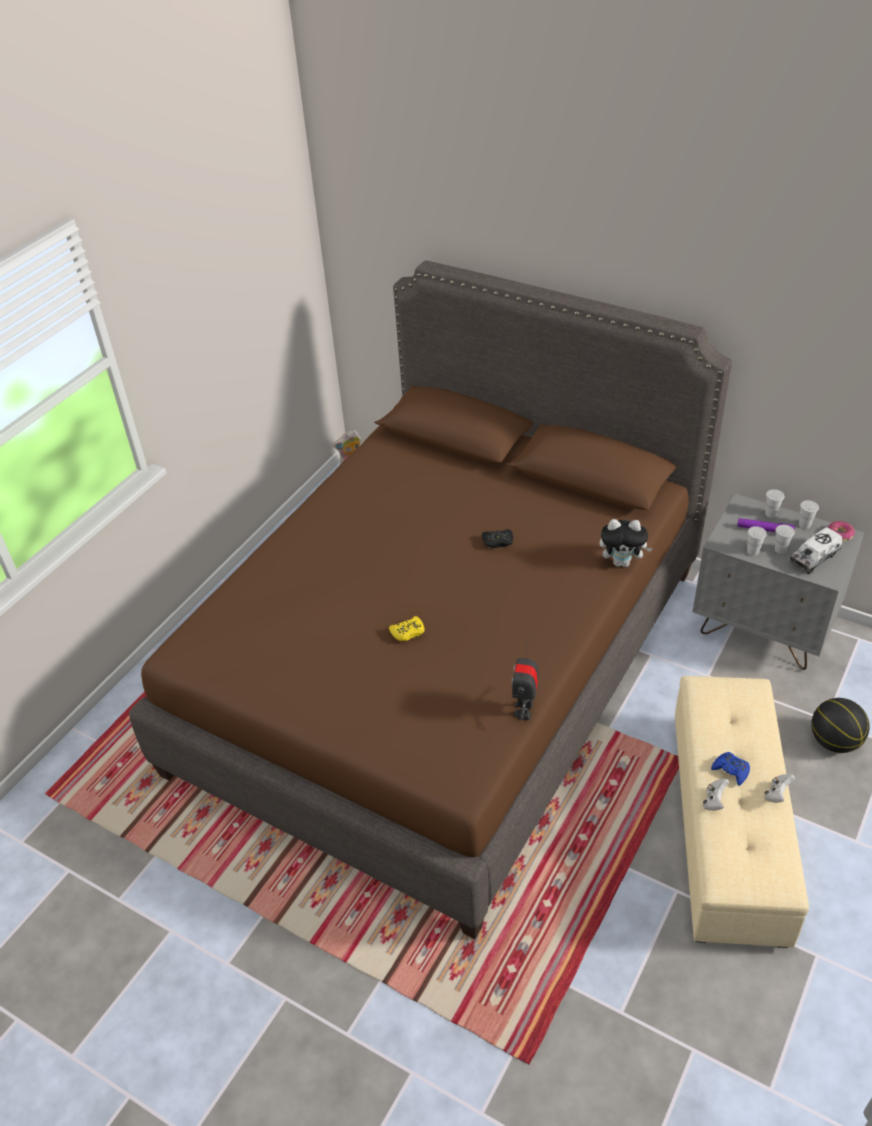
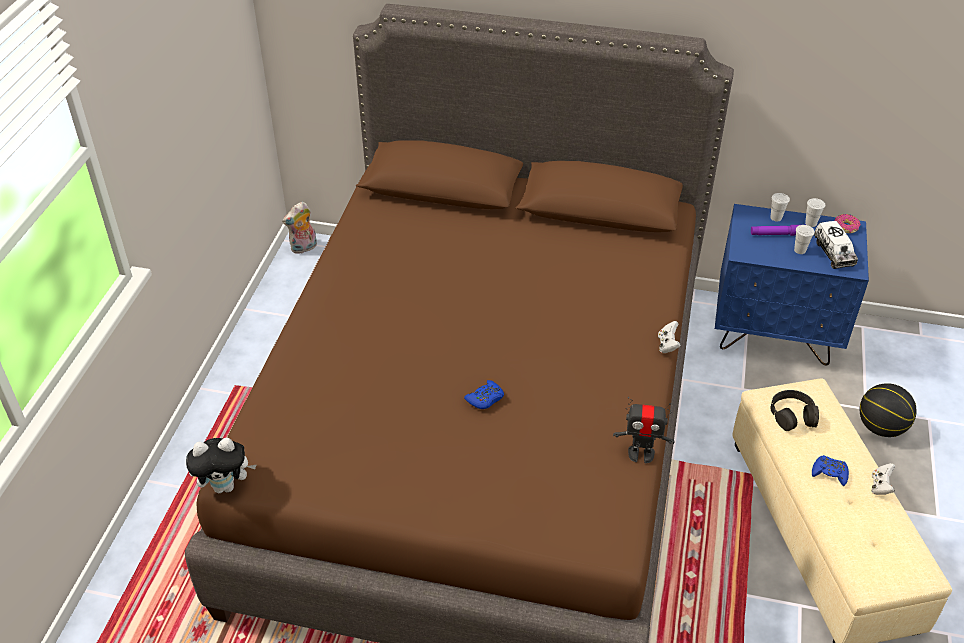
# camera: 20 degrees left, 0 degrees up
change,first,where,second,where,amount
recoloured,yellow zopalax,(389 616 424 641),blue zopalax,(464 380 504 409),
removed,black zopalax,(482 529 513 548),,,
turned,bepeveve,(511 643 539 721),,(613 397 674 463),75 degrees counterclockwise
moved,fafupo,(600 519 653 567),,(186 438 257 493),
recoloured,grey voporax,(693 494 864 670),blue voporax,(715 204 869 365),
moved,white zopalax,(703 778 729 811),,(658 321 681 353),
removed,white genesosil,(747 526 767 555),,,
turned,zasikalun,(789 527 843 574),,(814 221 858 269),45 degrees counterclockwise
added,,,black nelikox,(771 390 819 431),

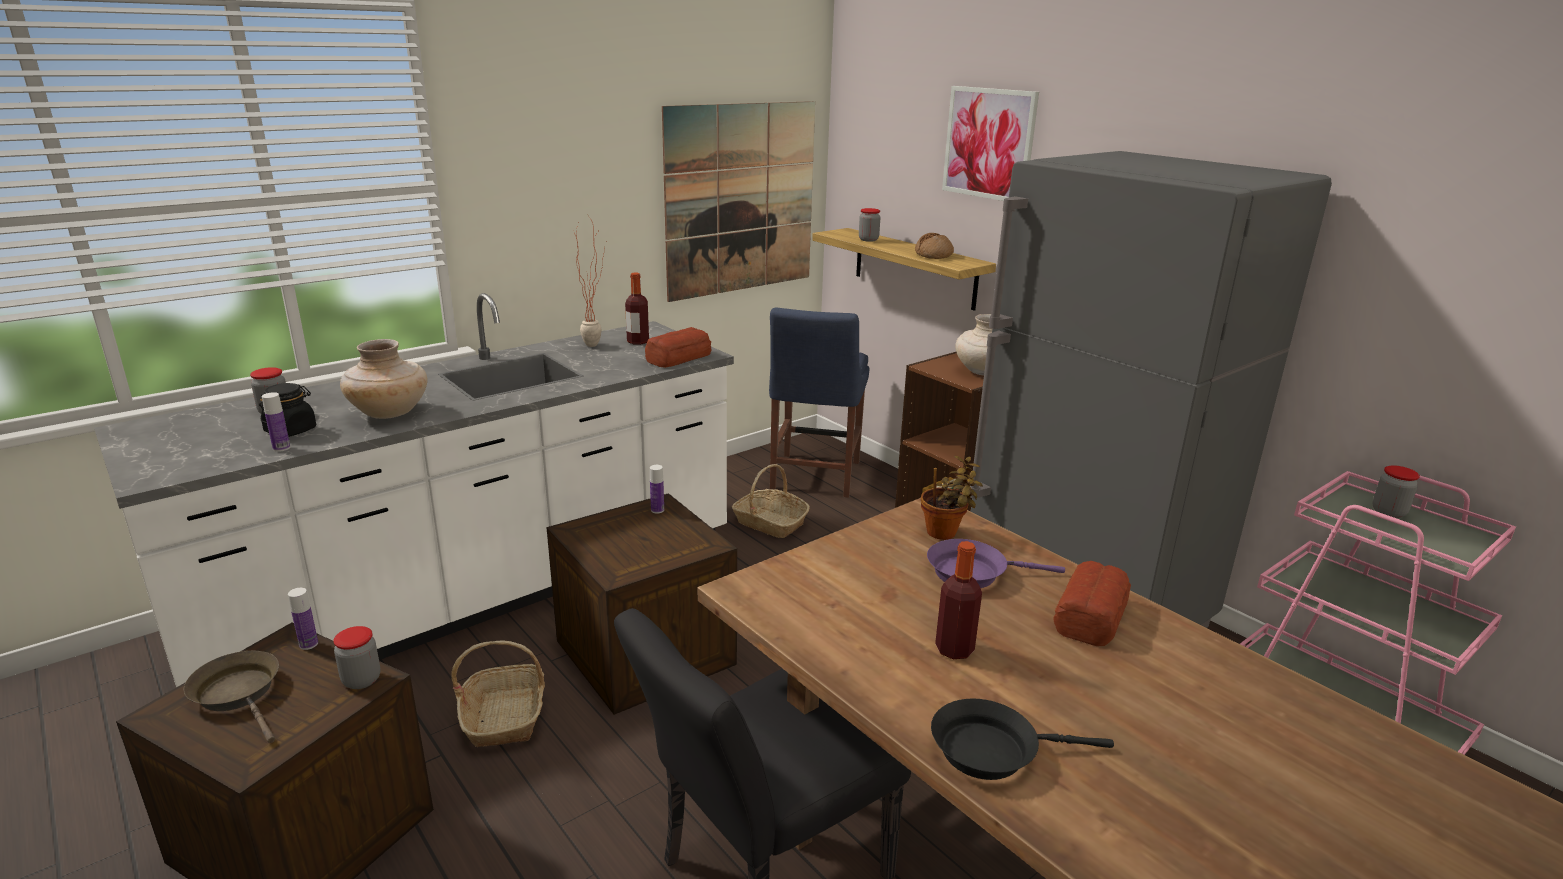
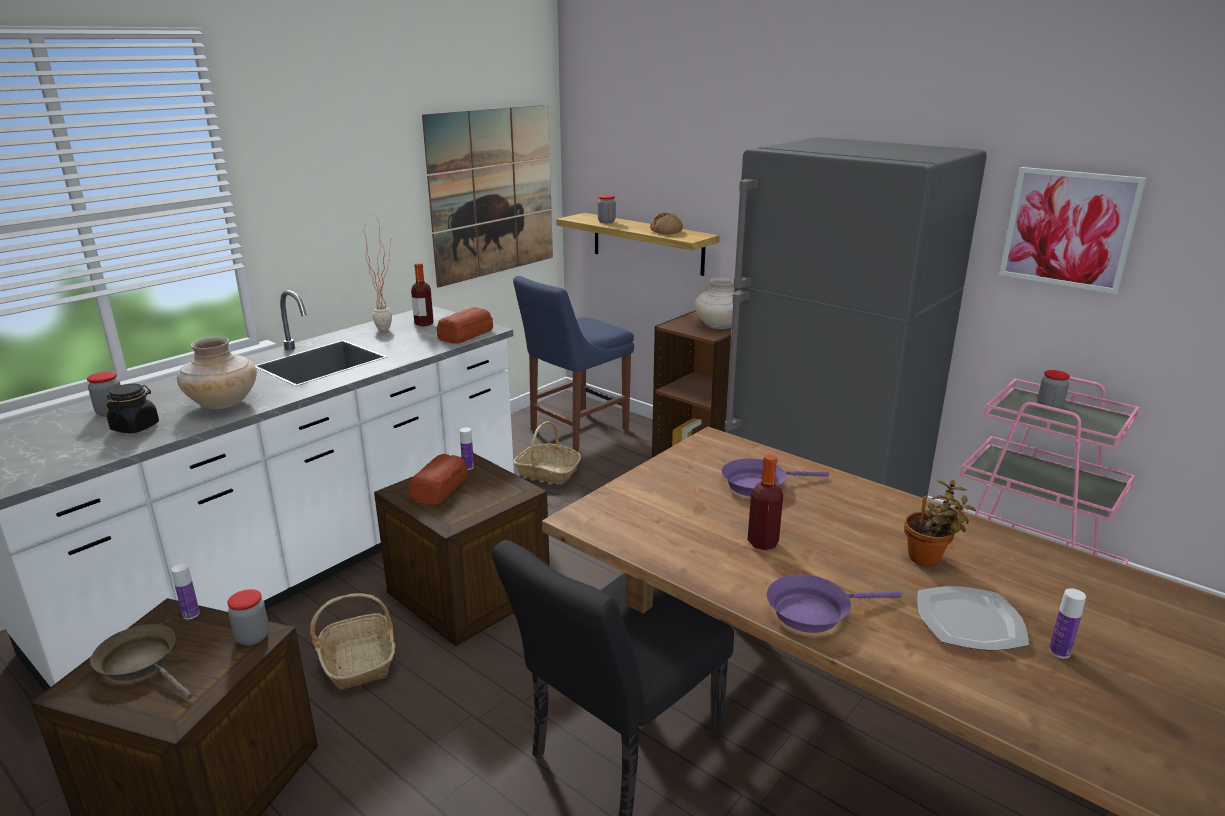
# camera: 10 degrees left, 0 degrees up
change,first,where,second,where,amount
moved,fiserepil,(262 392 290 452),,(1049 588 1086 659),
turned,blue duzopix,(769 308 869 498),,(513 276 634 451),45 degrees clockwise
moved,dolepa,(921 456 983 540),,(904 480 976 566),
recoloured,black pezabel,(931 699 1114 780),purple pezabel,(766 575 902 633),
moved,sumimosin,(942 86 1039 201),,(999 167 1147 294),
moved,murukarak,(1053 561 1131 646),,(409 454 468 505),
added,,,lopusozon,(918 586 1029 650),

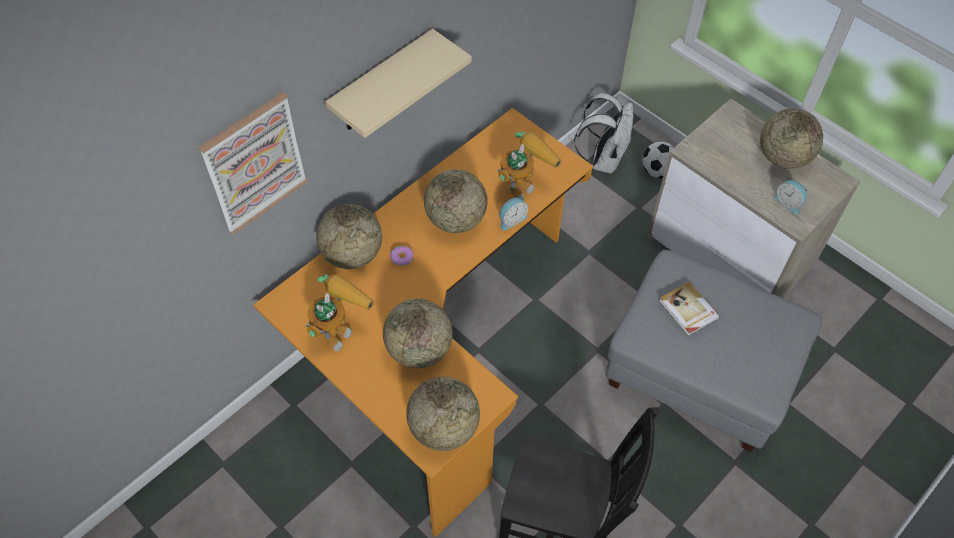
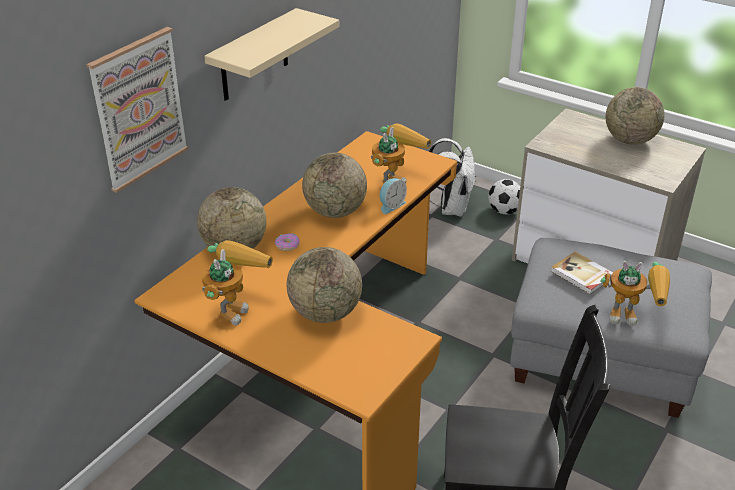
# camera: 10 degrees left, 20 degrees down
change,first,where,second,where,amount
removed,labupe,(406 377 480 451),,,
removed,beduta,(774 180 807 214),,,
added,,,bepeveve,(600 261 670 326),

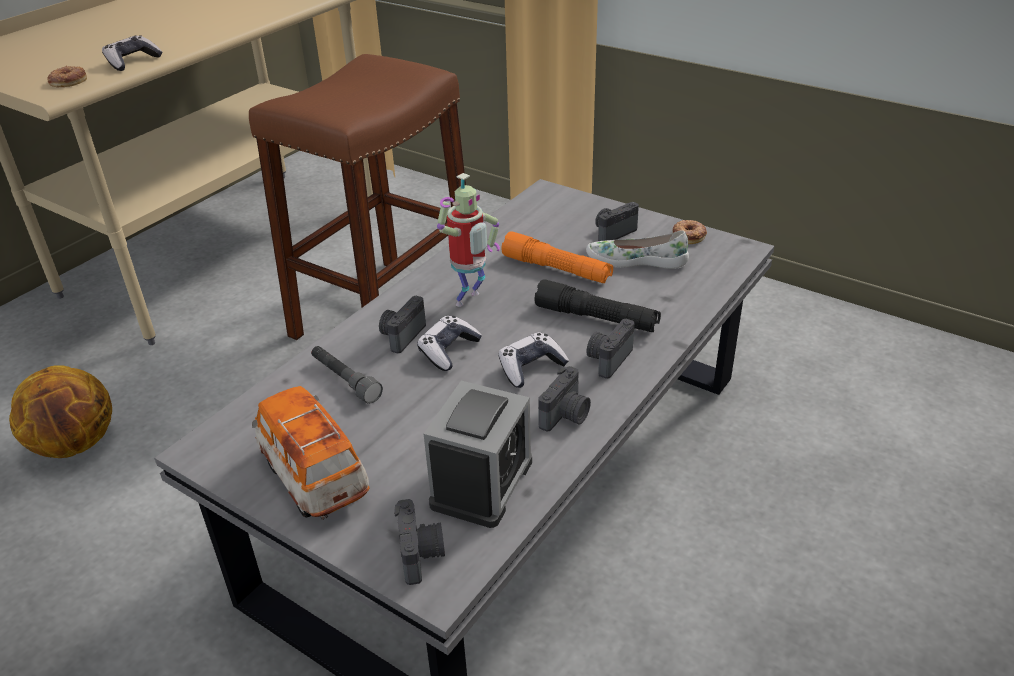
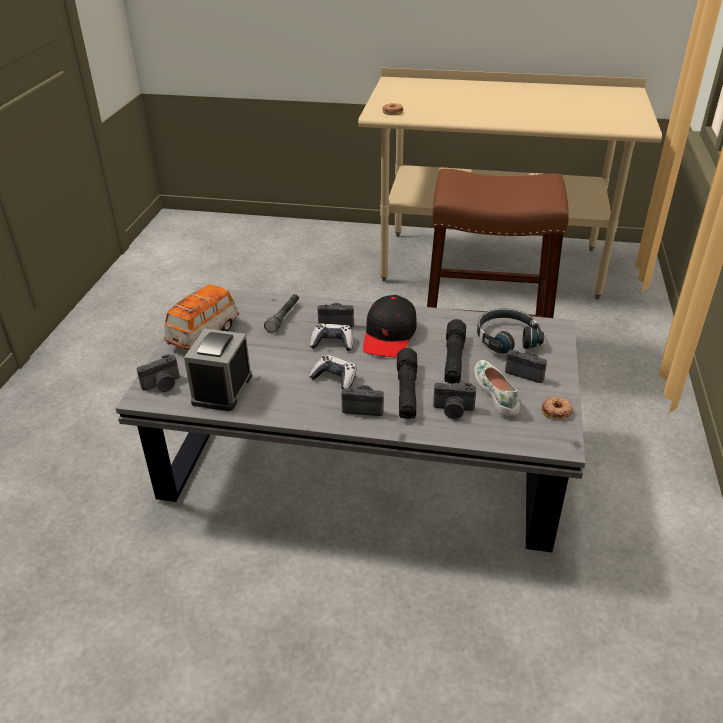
# camera: 65 degrees right, 0 degrees up
change,first,where,second,where,amount
removed,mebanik,(9 365 112 458),,,
removed,zopalax,(102 35 163 71),,,
turned,beduta,(424 381 532 528),,(184 328 252 411),105 degrees clockwise
replaced,bepeveve,(437 173 500 307),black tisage,(363 295 417 357),
recoloured,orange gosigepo,(501 231 613 283),black gosigepo,(444 319 466 384),
moved,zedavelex,(538 366 591 432),,(433 383 476 419),
added,,,black nelikox,(477 309 544 354),

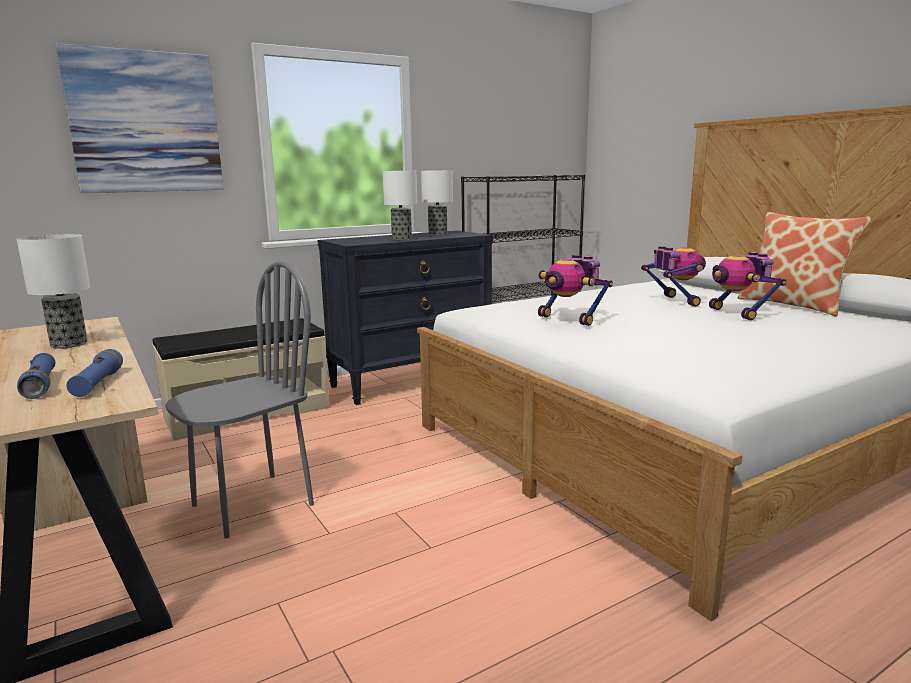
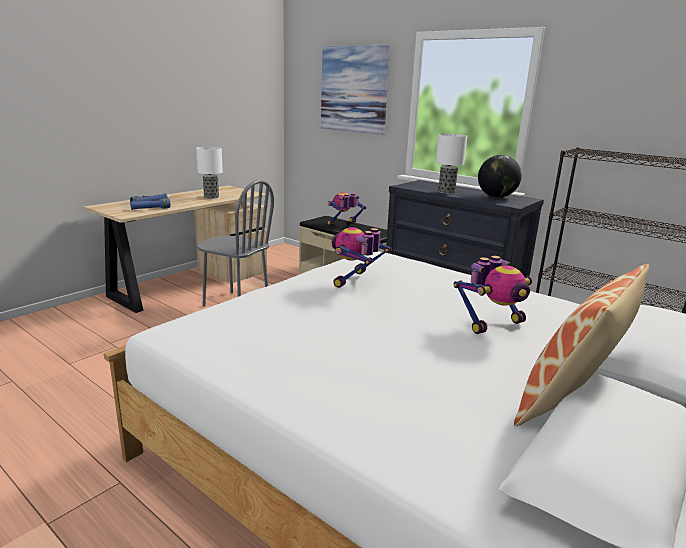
# camera: 70 degrees right, 5 degrees up
change,first,where,second,where,amount
replaced,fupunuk,(421 170 453 235),labupe,(478 155 522 198),
moved,bepeveve,(709 252 786 320),,(328 192 366 226),

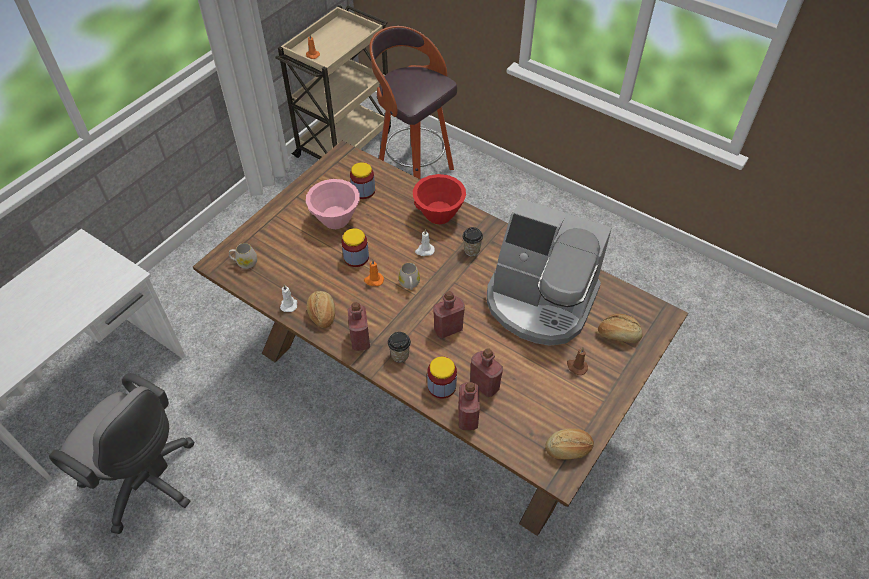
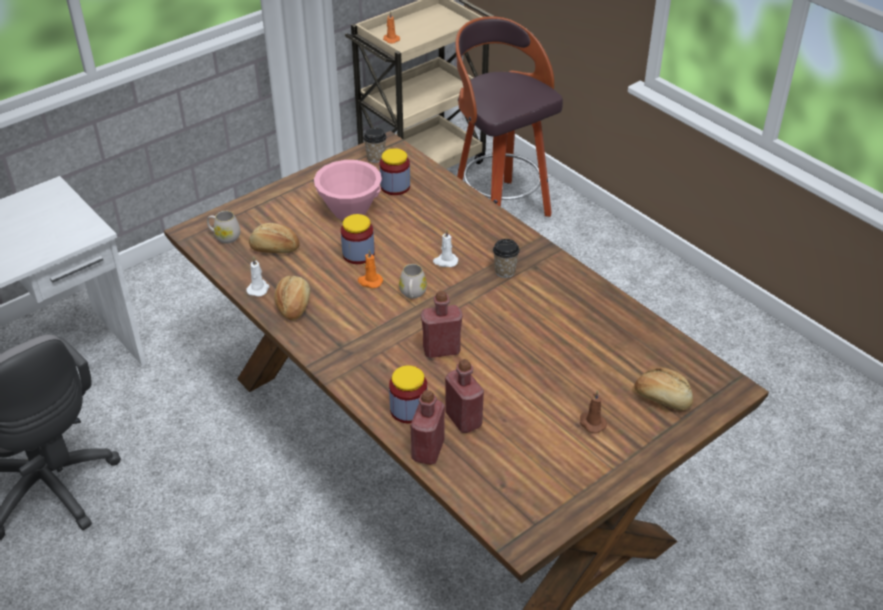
# camera: 15 degrees right, 10 degrees down
change,first,where,second,where,amount
removed,red fiserepil,(347 302 370 351),,,
moved,genesosil,(388 332 411 363),,(363 128 387 163),
removed,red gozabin,(413 174 466 224),,,
removed,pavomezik,(487 199 612 346),,,
moved,murukarak,(545 428 594 460),,(249 223 299 253),

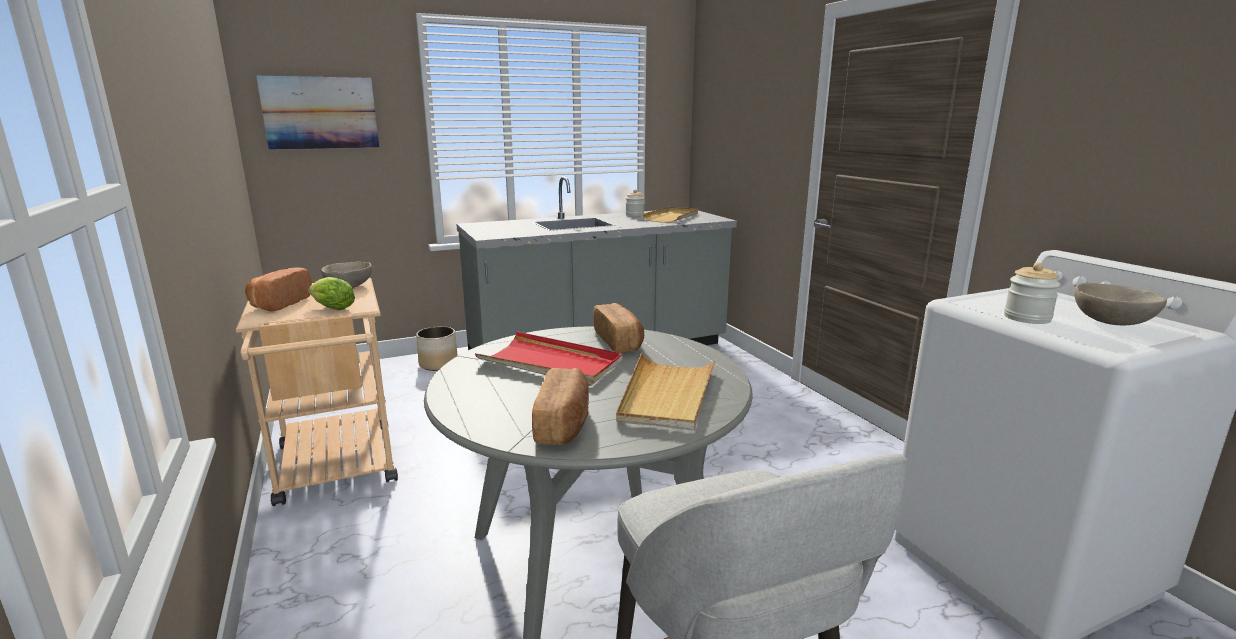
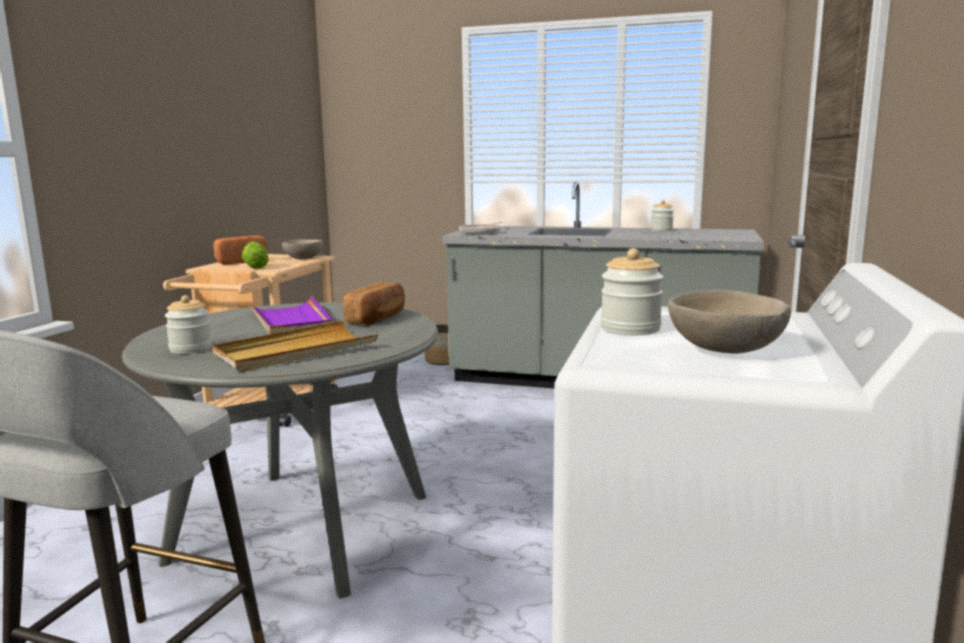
# camera: 40 degrees right, 5 degrees down
change,first,where,second,where,amount
removed,sumimosin,(256 76 379 150),,,
recoloured,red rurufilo,(475 331 623 386),purple rurufilo,(248 296 333 334),
replaced,murukarak,(532 368 589 445),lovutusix,(165 295 212 354),
removed,beige rurufilo,(642 207 698 223),,,
added,,,pezabel,(459 222 503 235),

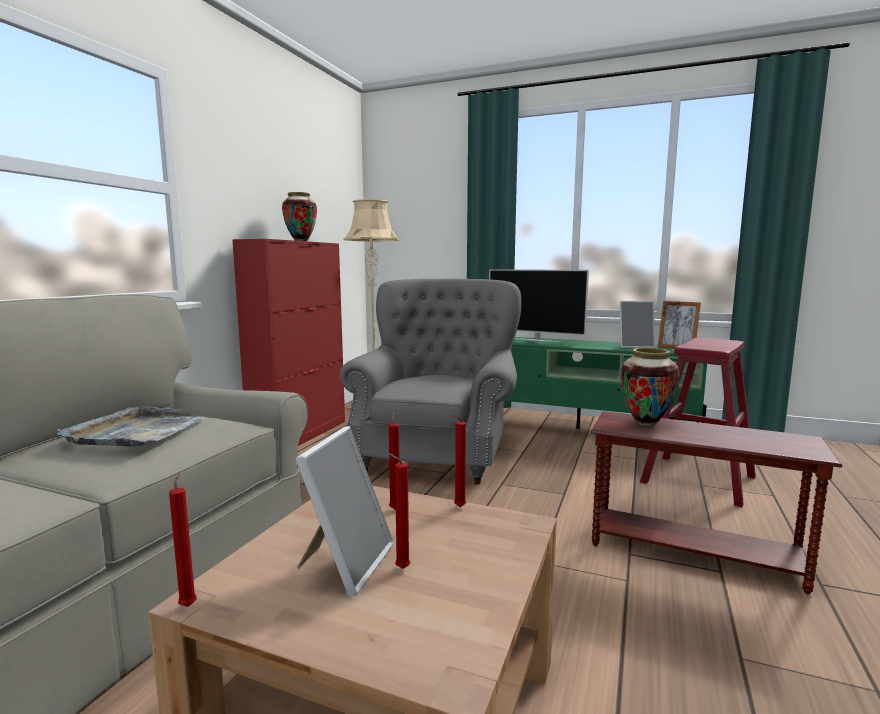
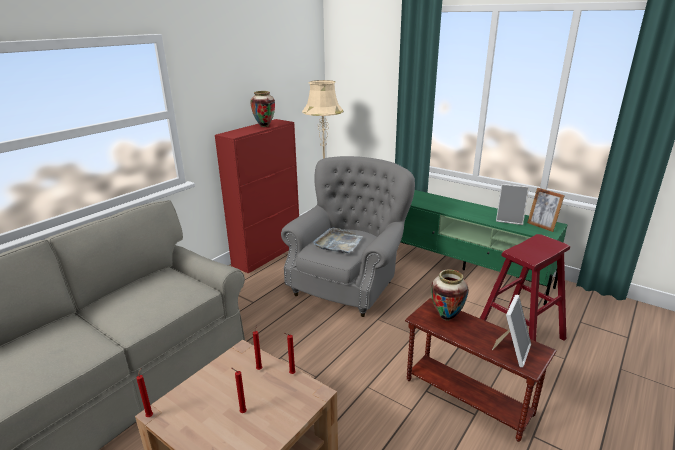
# camera: 15 degrees right, 15 degrees up
change,first,where,second,where,amount
moved,grey rurufilo,(57 406 205 447),,(313 228 363 254),
moved,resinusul,(295 426 394 597),,(492 295 531 367),
removed,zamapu,(489 269 589 342),,,

